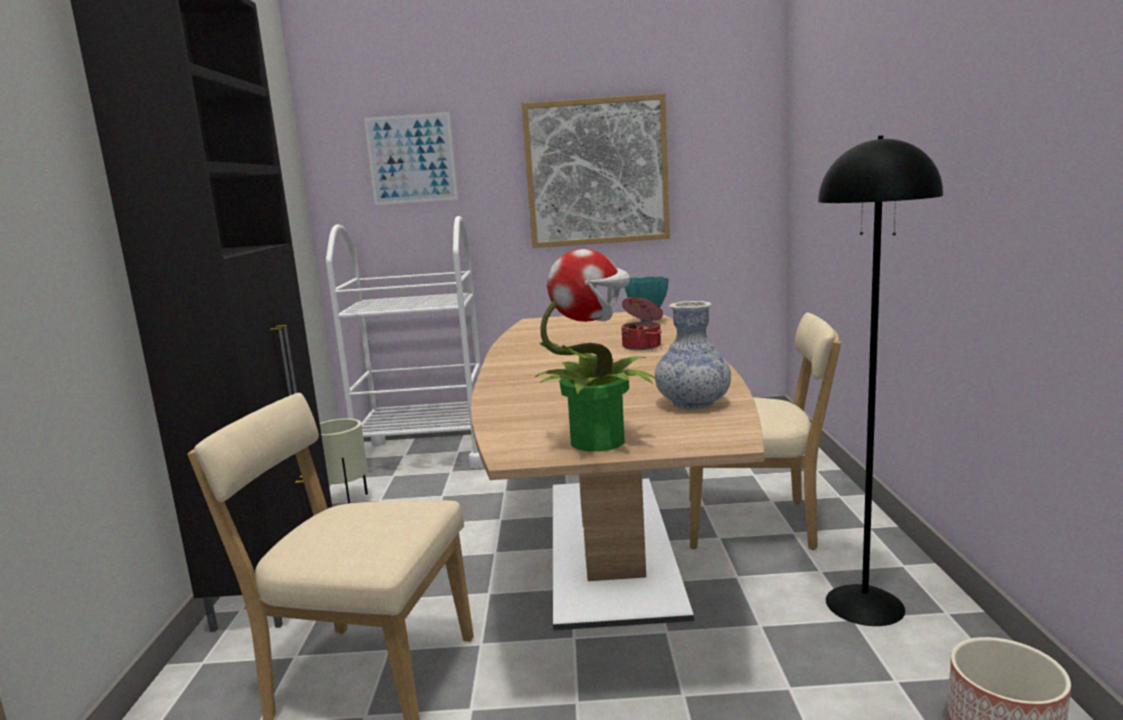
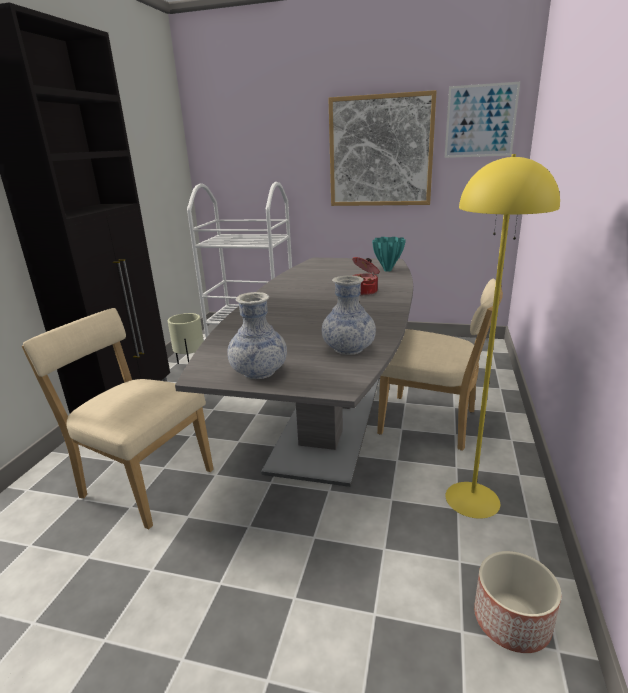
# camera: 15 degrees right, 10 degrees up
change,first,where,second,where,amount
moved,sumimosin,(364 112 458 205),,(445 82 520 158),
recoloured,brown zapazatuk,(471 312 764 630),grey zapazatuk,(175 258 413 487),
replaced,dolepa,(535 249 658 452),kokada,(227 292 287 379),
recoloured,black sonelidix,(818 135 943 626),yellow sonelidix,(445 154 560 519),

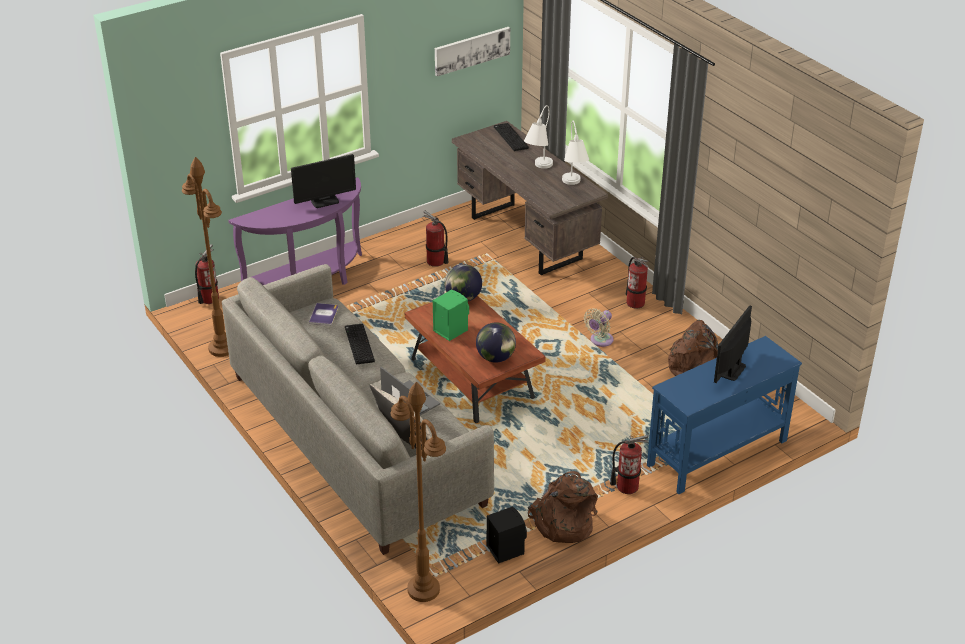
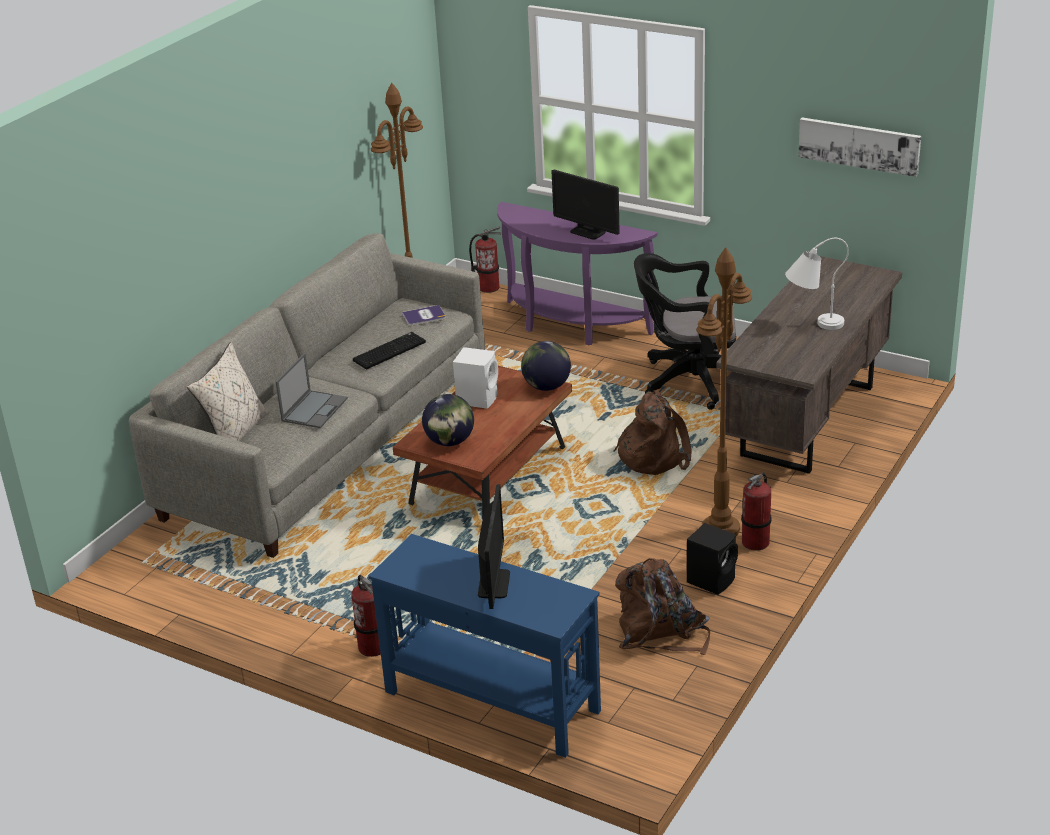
# camera: 65 degrees right, 5 degrees down
change,first,where,second,where,amount
moved,brown sonelidix,(391 382 446 602),,(697 247 752 536),
replaced,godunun,(423 210 449 267),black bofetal,(634 253 736 410),
recoloured,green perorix,(433 289 469 341),white perorix,(453 347 498 409),
moved,black perorix,(487 506 527 564),,(687 523 738 595),
removed,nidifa,(494 123 529 151),,,
moved,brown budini,(528 471 598 543),,(613 390 692 475),
removed,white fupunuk,(562 121 589 185),,,
removed,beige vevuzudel,(584 308 613 347),,,
turned,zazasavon,(714 305 752 383),,(478 484 510 609),90 degrees clockwise

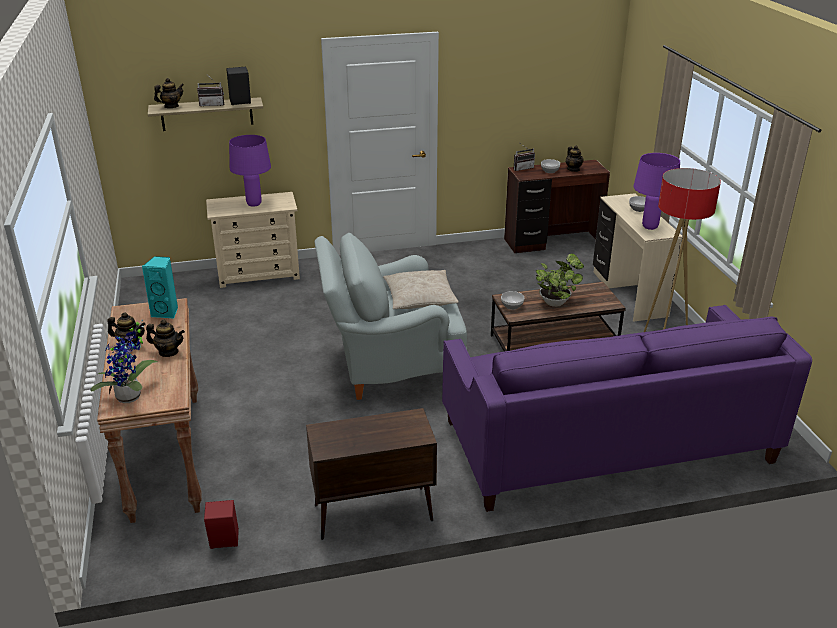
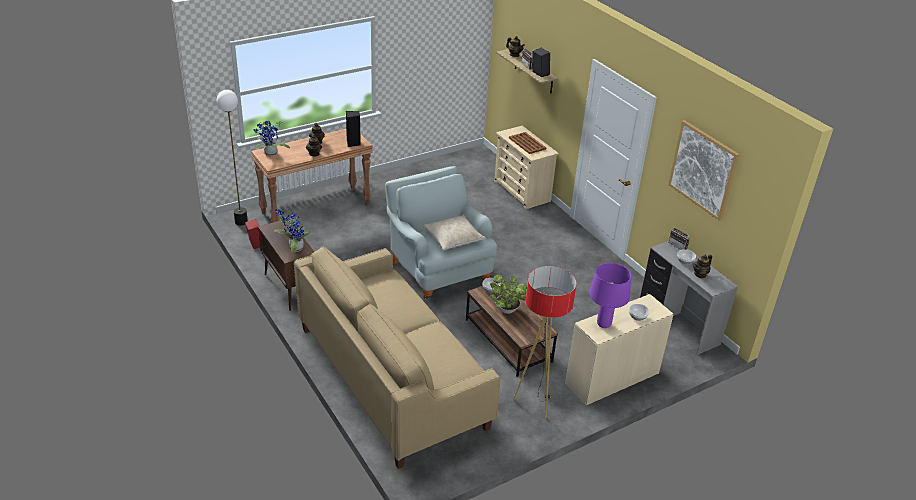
# camera: 70 degrees right, 5 degrees up
change,first,where,second,where,amount
recoloured,turquoise perorix,(142 256 178 319),black perorix,(346 111 361 147),
replaced,purple fupunuk,(229 135 271 207),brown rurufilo,(509 132 546 154),
recoloured,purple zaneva,(442 305 812 512),beige zaneva,(294 247 501 469),
recoloured,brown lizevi,(504 160 610 253),grey lizevi,(640 241 738 355),
added,,,sonelidix,(217 90 248 226),
added,,,dolepa,(275 209 311 253),
added,,,sumimosin,(668 120 739 221),

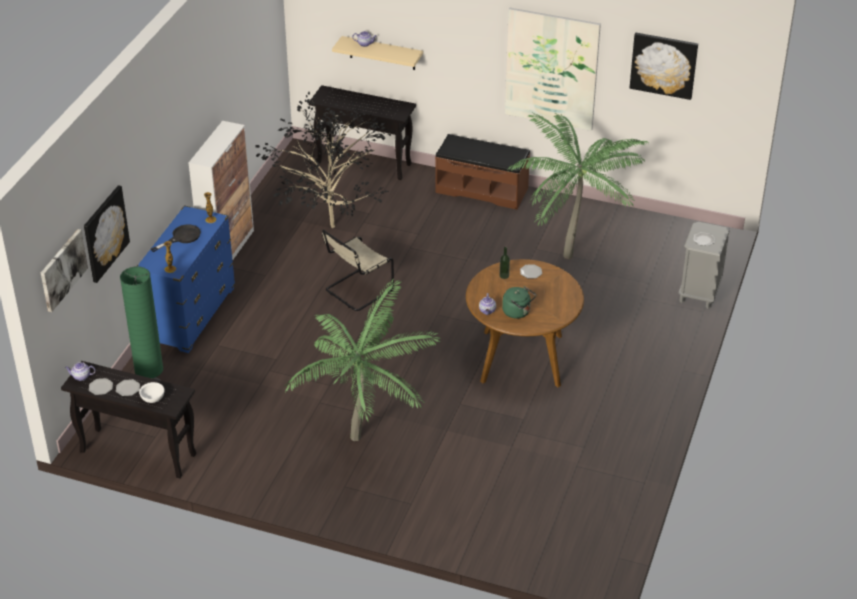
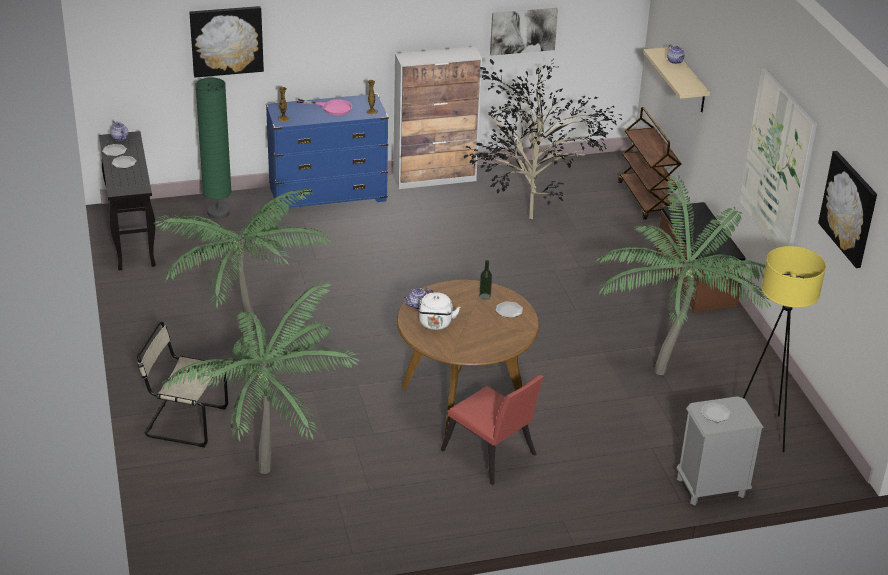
# camera: 55 degrees right, 5 degrees down
change,first,where,second,where,amount
moved,sumimosin,(41 229 88 312),,(490 8 558 56),
removed,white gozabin,(139 382 164 403),,,
recoloured,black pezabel,(151 224 201 252),pink pezabel,(297 99 352 115),
replaced,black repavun,(309 85 416 180),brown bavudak,(618 107 681 220),
moved,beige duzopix,(322 230 394 311),,(137 321 228 447),
recoloured,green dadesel,(502 286 536 319),white dadesel,(419 292 460 330),
added,,,dolepa,(162 280 360 474),
added,,,red duzopix,(441 375 544 485),
added,,,yellow sonelidix,(743 246 826 452),

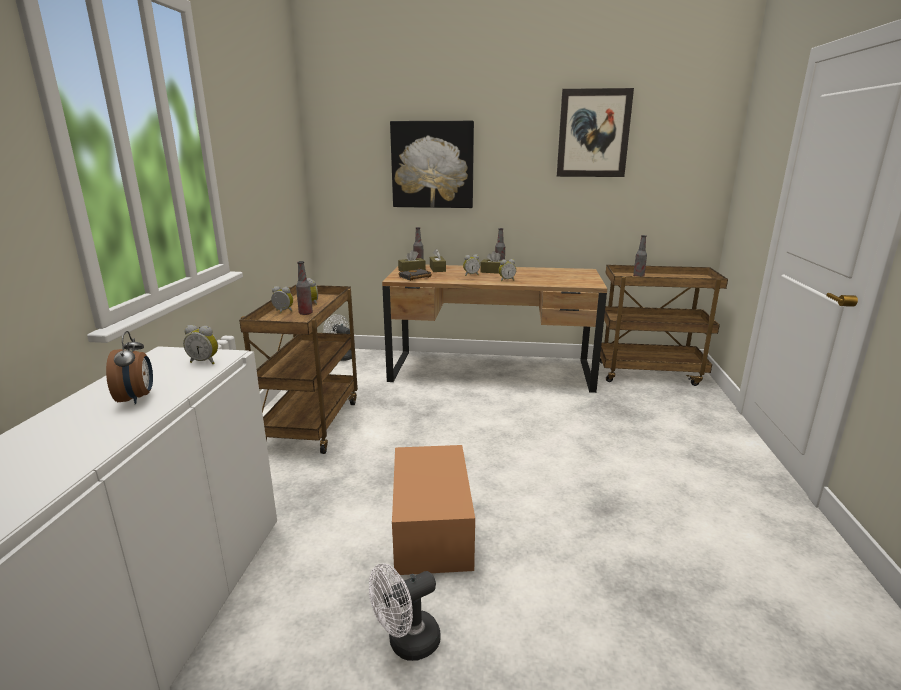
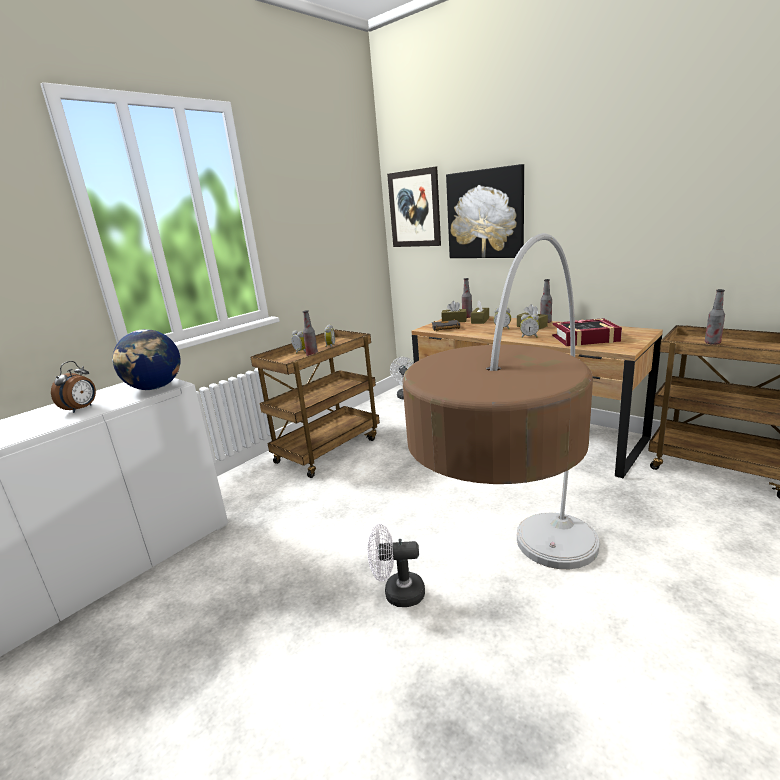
# camera: 35 degrees right, 0 degrees up
change,first,where,second,where,amount
replaced,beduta,(183 325 218 364),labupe,(113 329 181 390),
moved,white vevuzudel,(369 563 441 661),,(368 524 425 607),
removed,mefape,(392 445 475 575),,,
moved,sumimosin,(557 88 634 177),,(387 167 441 247),
added,,,sonelidix,(402 233 600 569),
added,,,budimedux,(552 318 622 346),

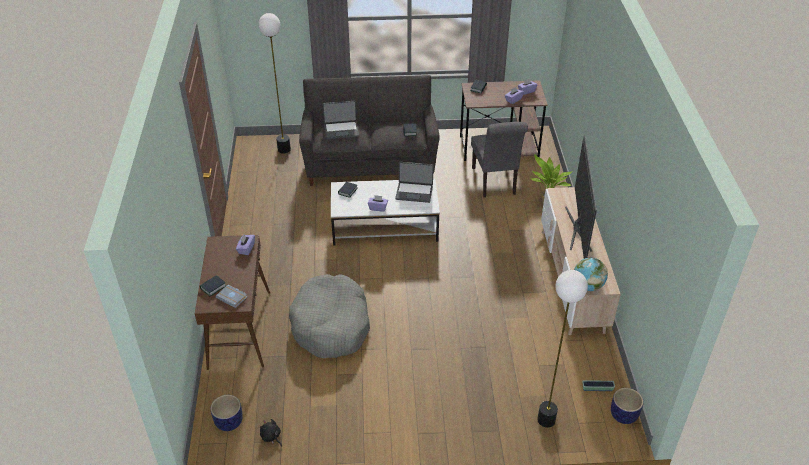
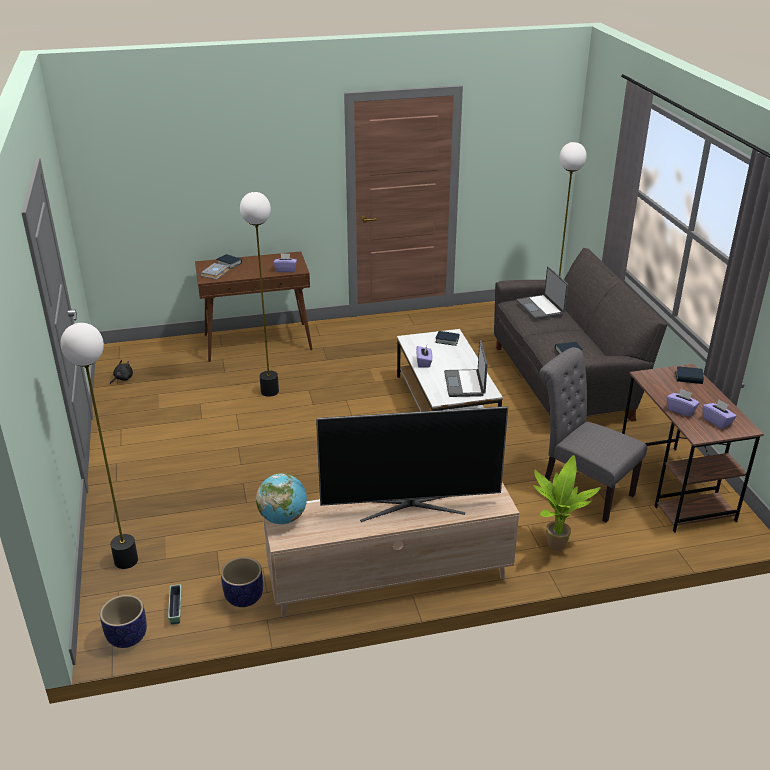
# camera: 80 degrees right, 10 degrees down
change,first,where,second,where,amount
moved,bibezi,(210 395 243 431),,(221 557 263 607),
replaced,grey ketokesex,(289 274 370 358),sonelidix,(240 192 279 397),
turned,grey duzopix,(471 122 528 198),,(539 347 647 523),60 degrees clockwise

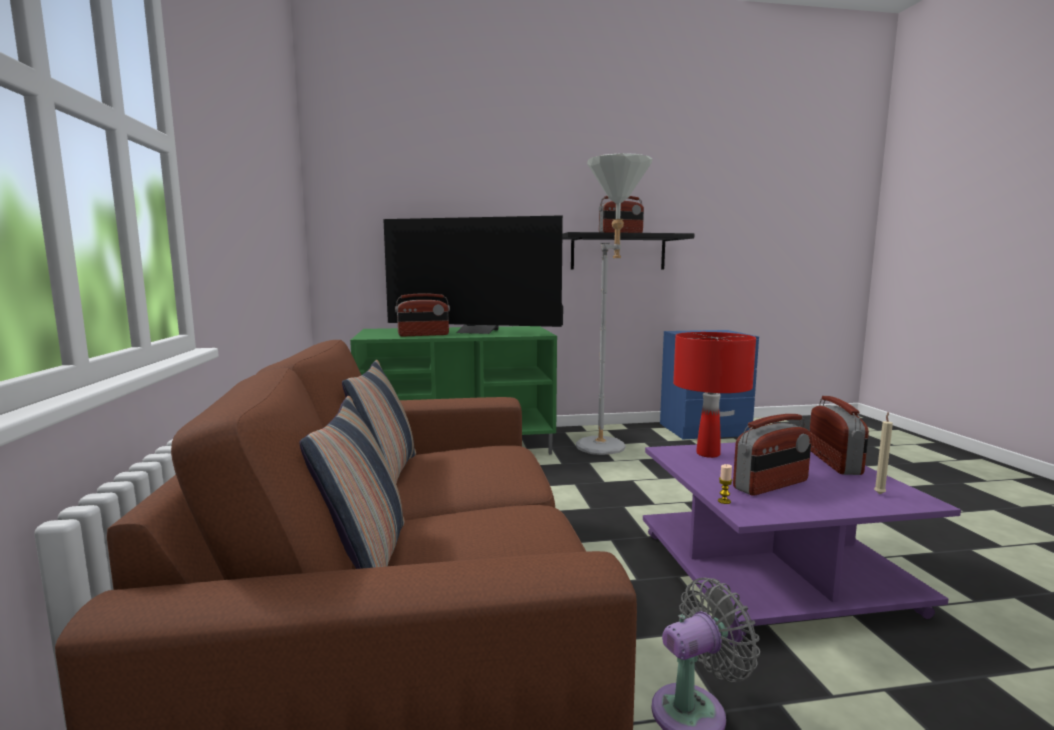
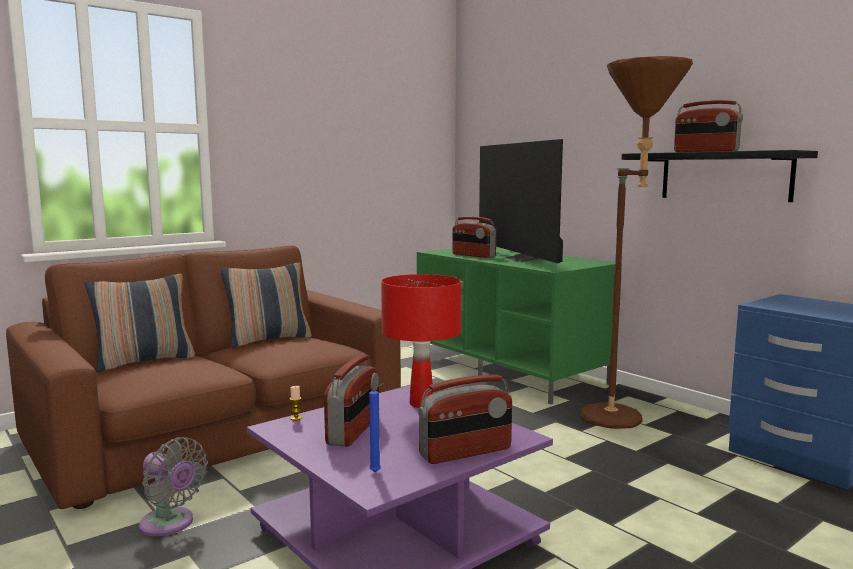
# camera: 60 degrees right, 0 degrees up
change,first,where,second,where,amount
recoloured,grey sonelidix,(576 153 652 455),brown sonelidix,(580 56 693 429),
turned,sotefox,(733 414 812 496),,(324 355 379 447),105 degrees counterclockwise
recoloured,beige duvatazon,(874 412 893 494),blue duvatazon,(369 383 384 472),

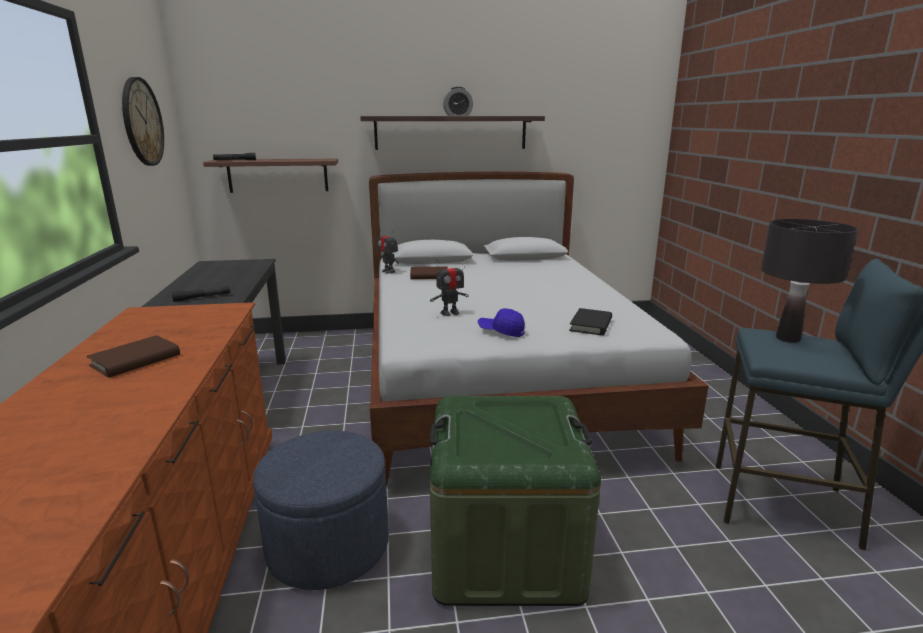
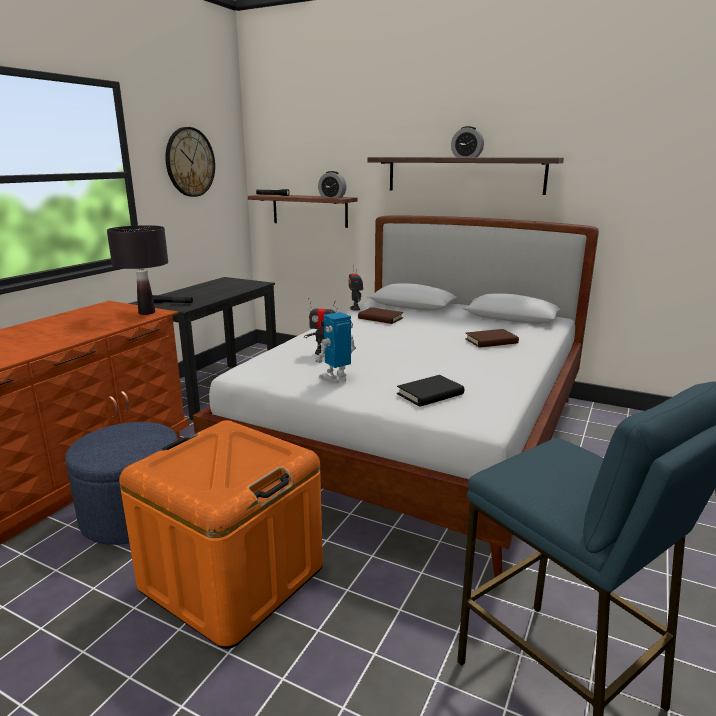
# camera: 35 degrees right, 0 degrees up
change,first,where,second,where,amount
moved,brown budimedux,(87 335 180 378),,(465 329 519 348),
recoloured,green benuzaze,(429 396 601 606),orange benuzaze,(119 420 323 649),
replaced,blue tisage,(478 308 525 337),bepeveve,(315 312 356 383),
moved,black fupunuk,(761 219 858 343),,(107 225 168 315),
added,,,beduta,(318 171 346 198),

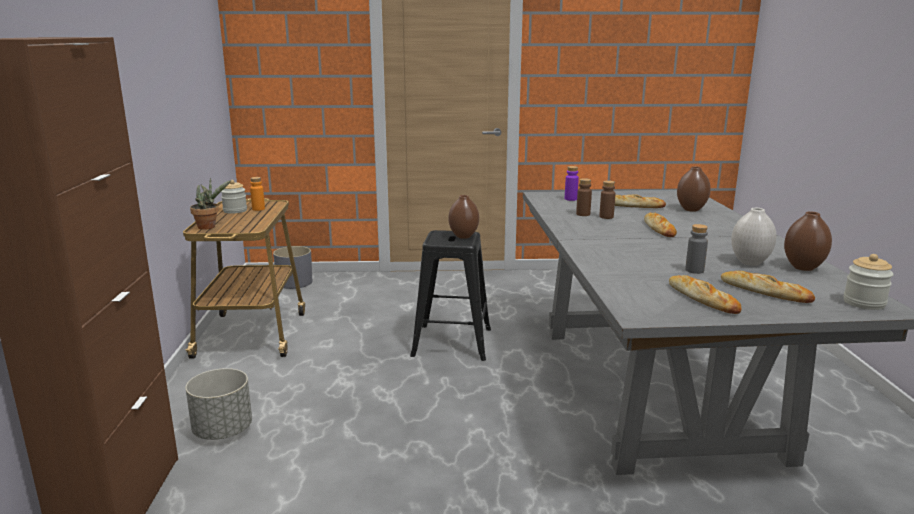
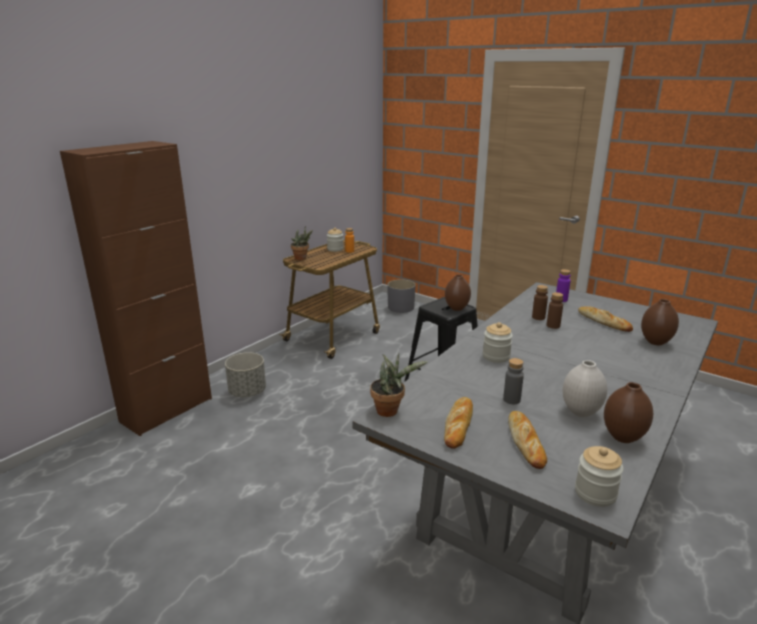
# camera: 40 degrees right, 5 degrees up
change,first,where,second,where,amount
removed,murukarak,(644 212 677 237),,,
added,,,dolepa,(370 353 428 417),
added,,,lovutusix,(483 322 513 363),

